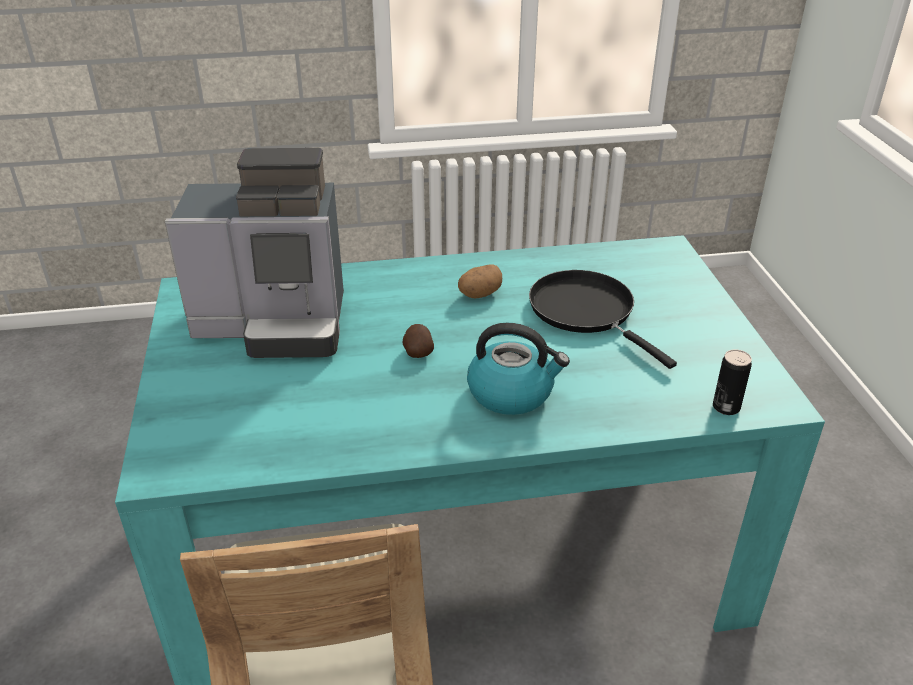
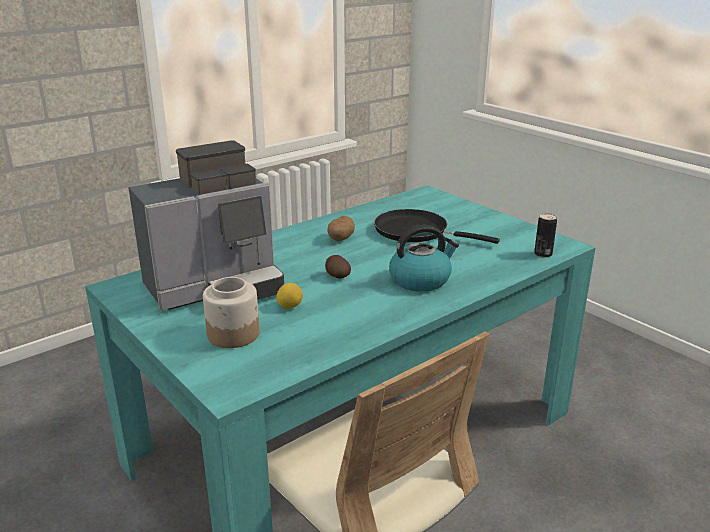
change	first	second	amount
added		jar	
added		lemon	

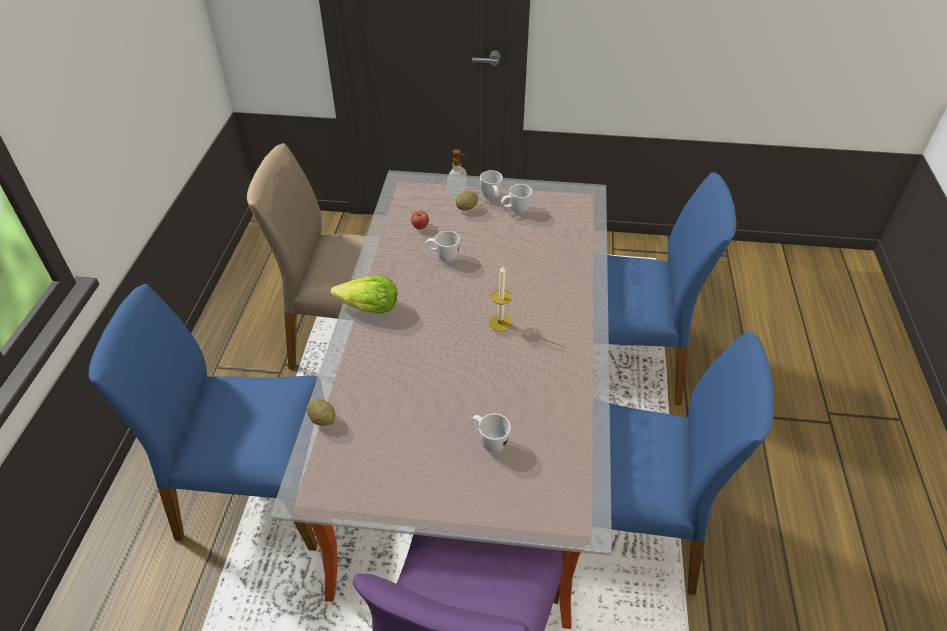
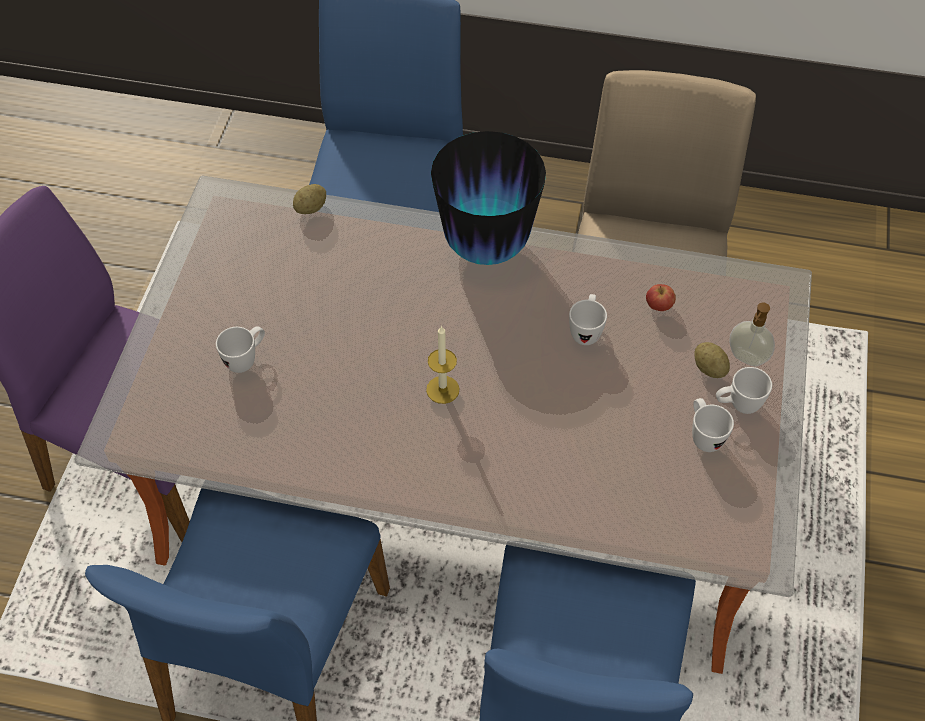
change	first	second	amount
replaced	lettuce	vase	

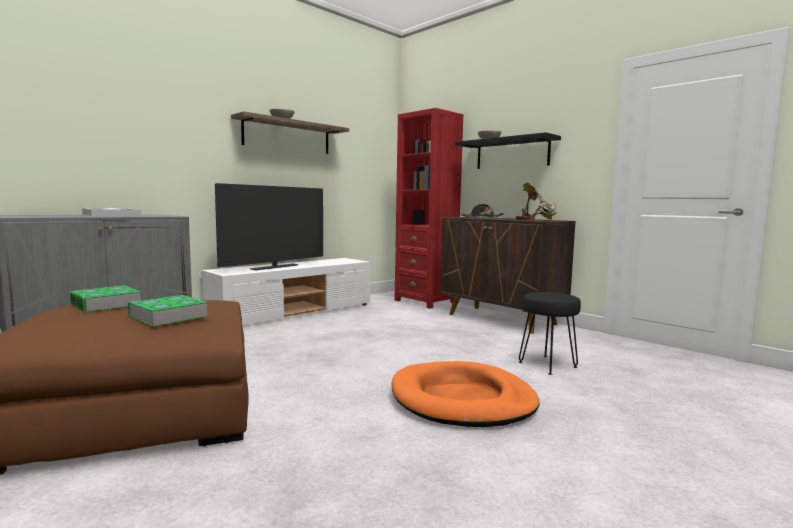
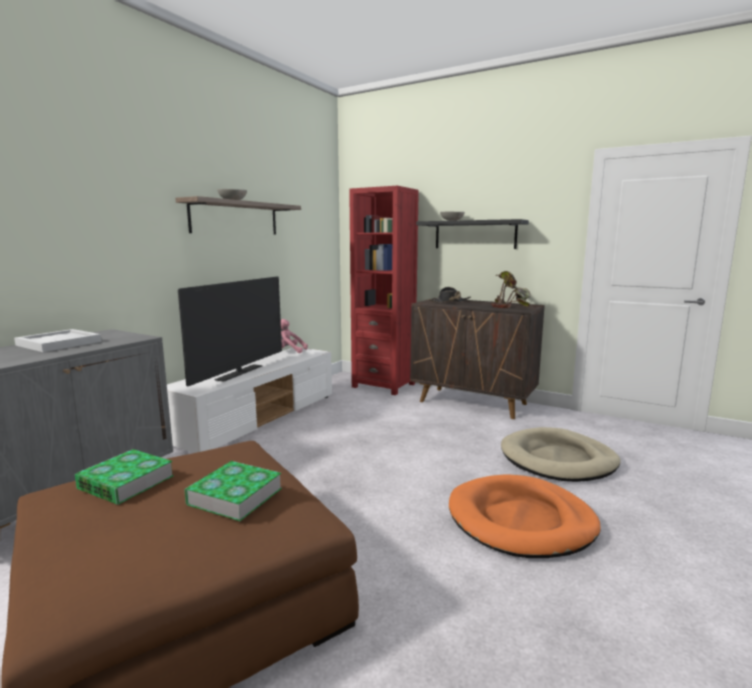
change	first	second	amount
added		pink_plush_toy	
replaced	black_stool	beige_dog_bed	

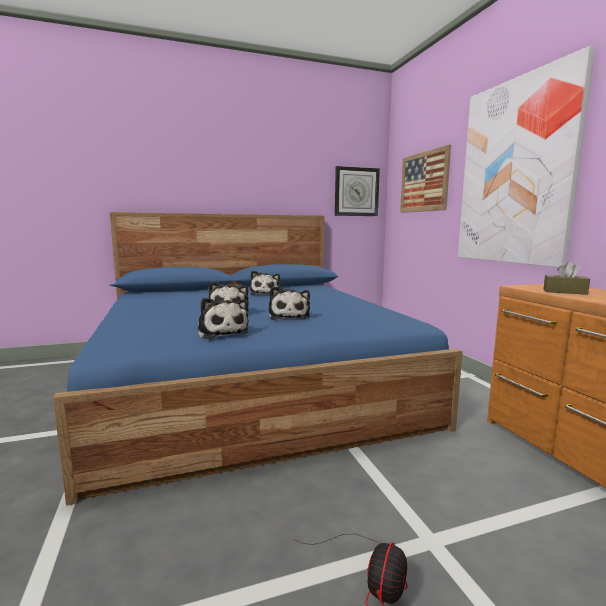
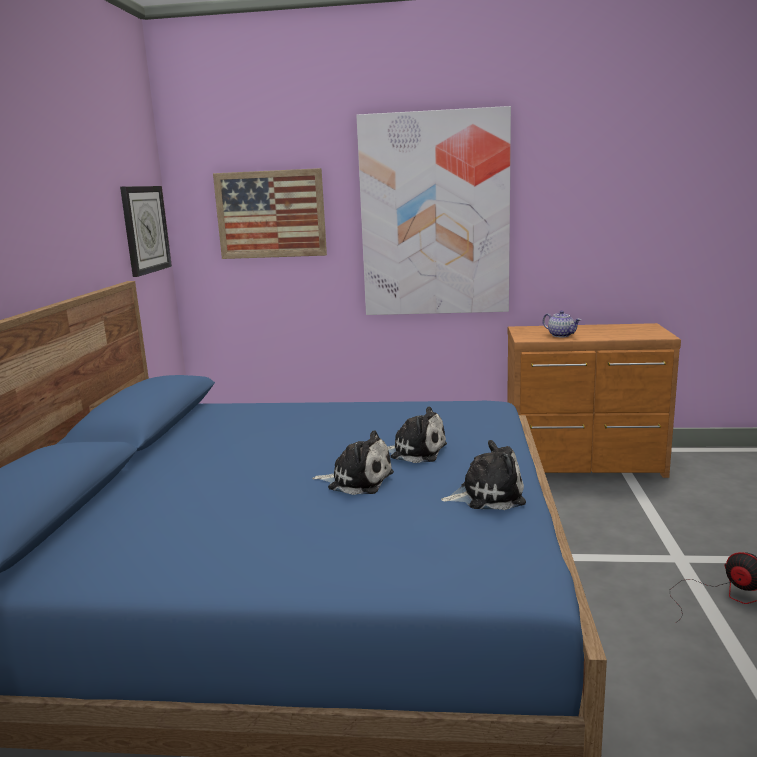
change	first	second	amount
removed	plush_toy (3rd from left)		
replaced	brown_tissue_box	teapot	

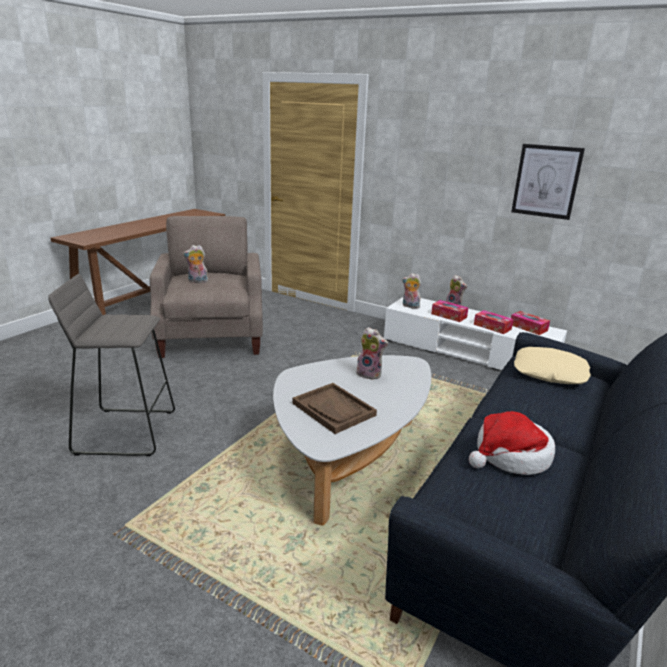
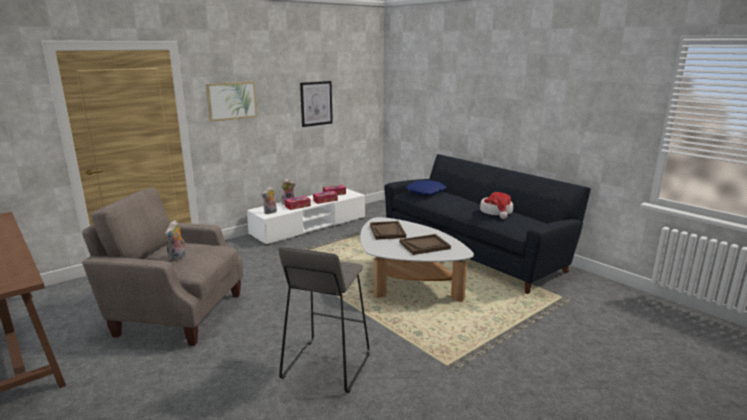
change	first	second	amount
added		picture (1st from left)	
replaced	plush_toy (2nd from left)	brown_tray (1st from left)	
recoloured	beige_pillow	blue_pillow	

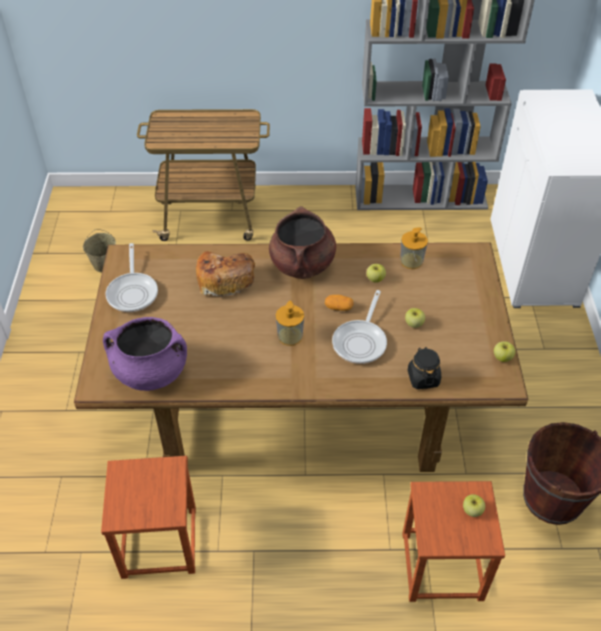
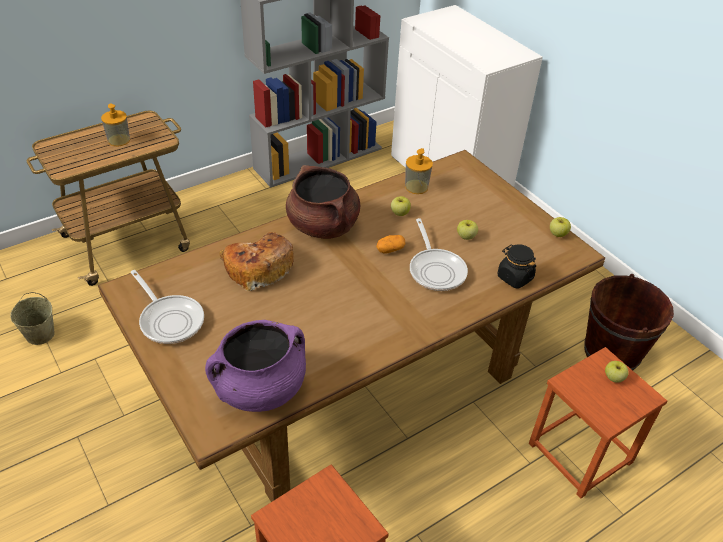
change	first	second	amount
moved	soap_dispenser (1st from left)		

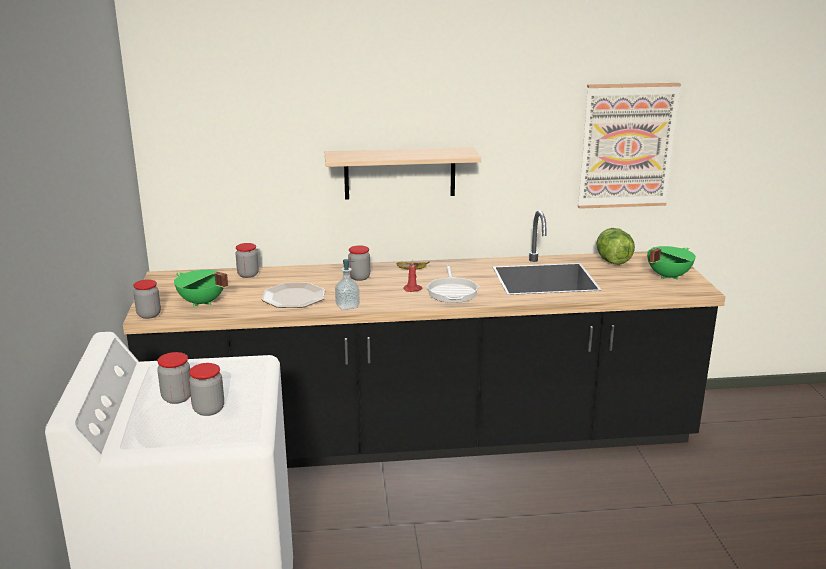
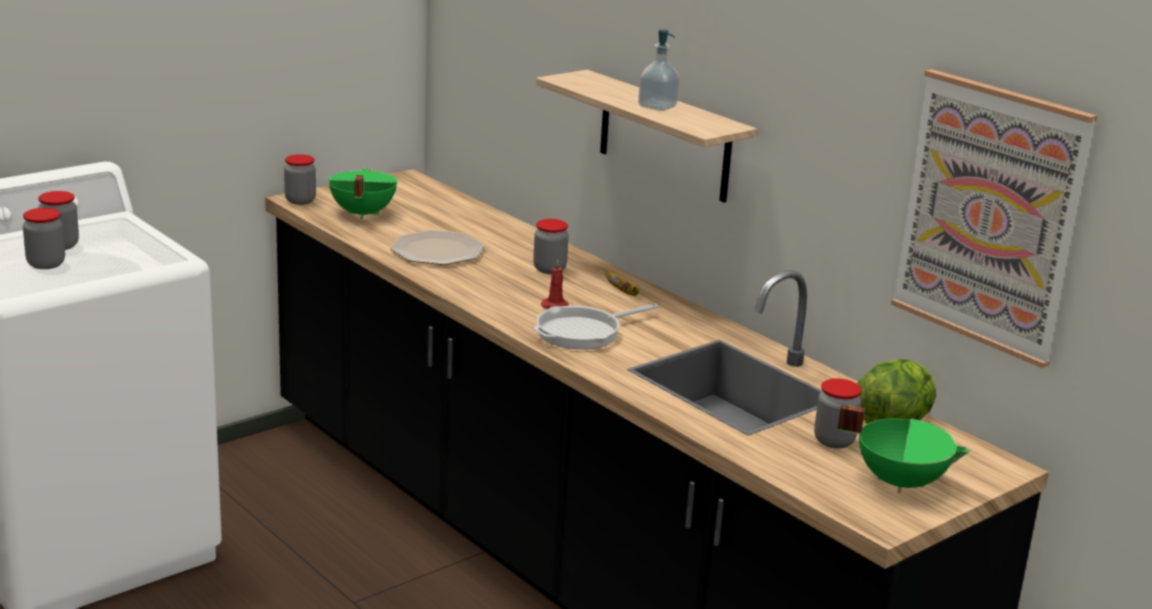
change	first	second	amount
moved	jar (4th from left in the first image)	jar (5th from left)	
moved	soap_dispenser		

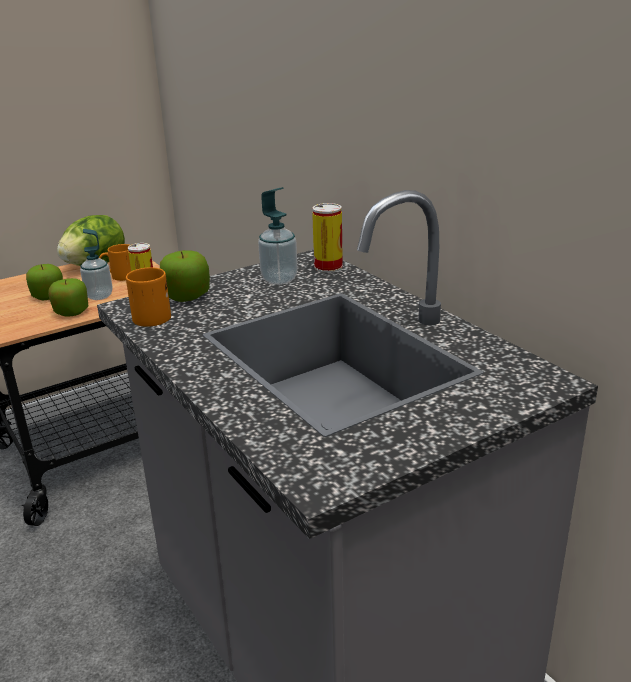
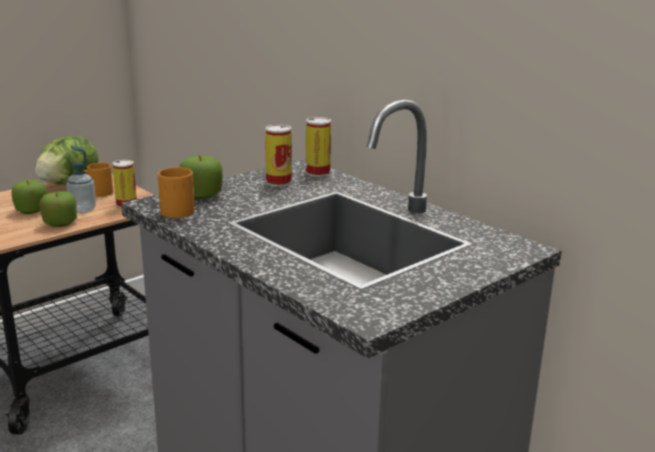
change	first	second	amount
replaced	soap_dispenser (2nd from left)	can (2nd from left)	

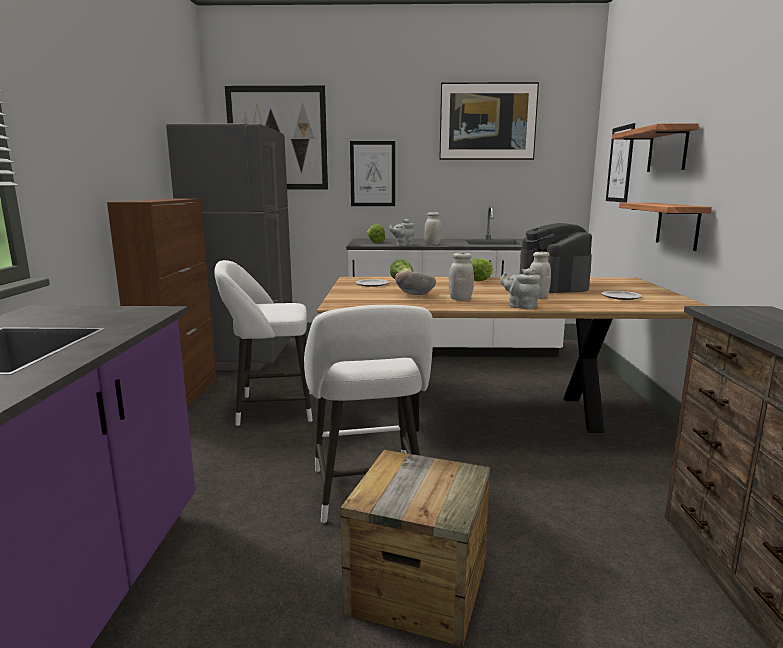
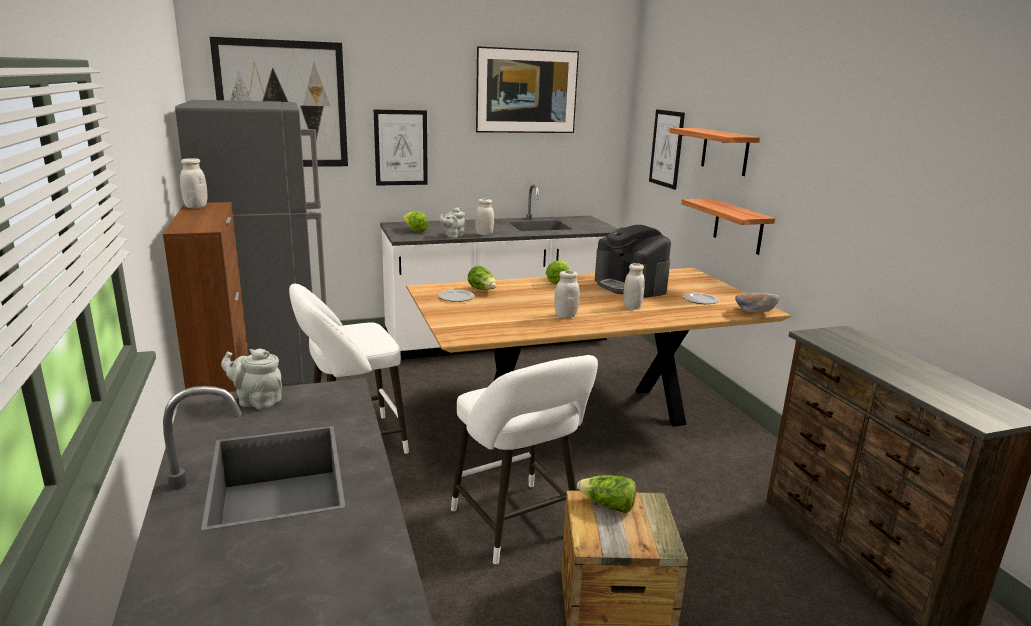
change	first	second	amount
added		white_jar (1st from left)	
added		lettuce (4th from left)	
moved	bowl		
moved	grey_teapot (2nd from left in the first image)	grey_teapot (1st from left)	

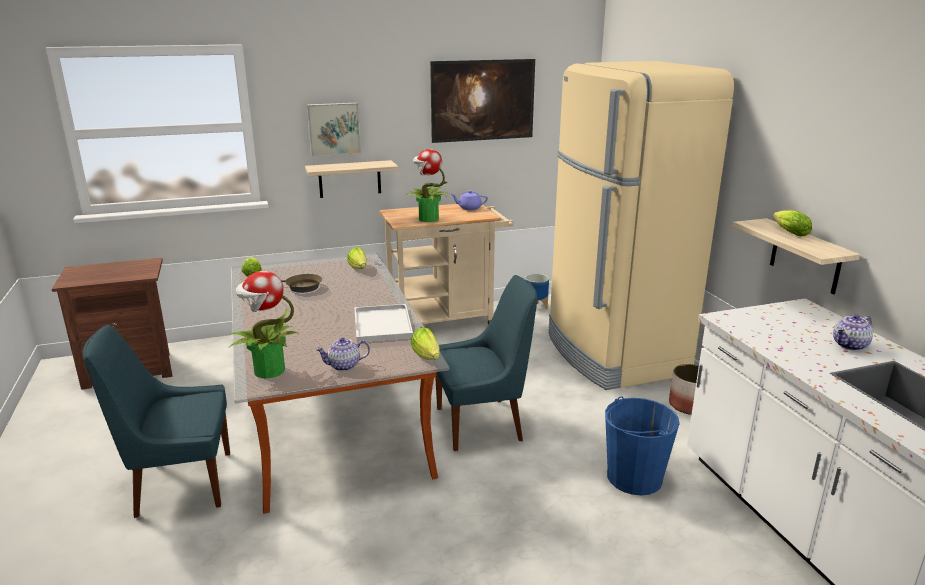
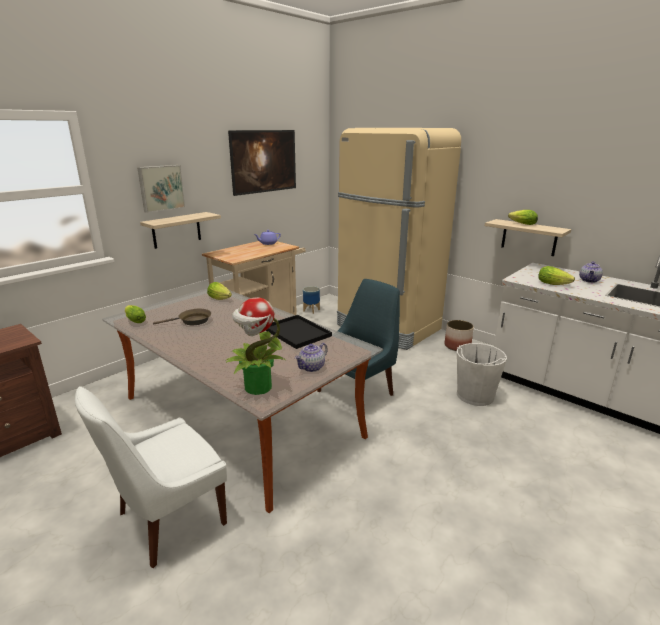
change	first	second	amount
removed	potted_plant (2nd from left)		
moved	lettuce (3rd from left in the first image)	lettuce (4th from left)	
recoloured	blue_chair (1st from left)	white_chair	
recoloured	white_tray	black_tray	
recoloured	blue_bucket	white_bucket	

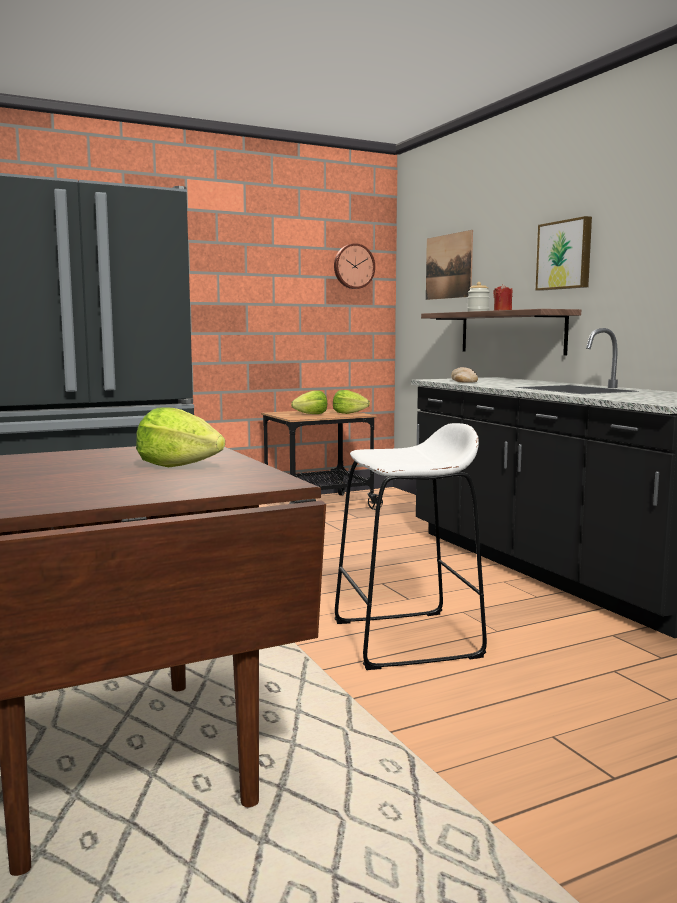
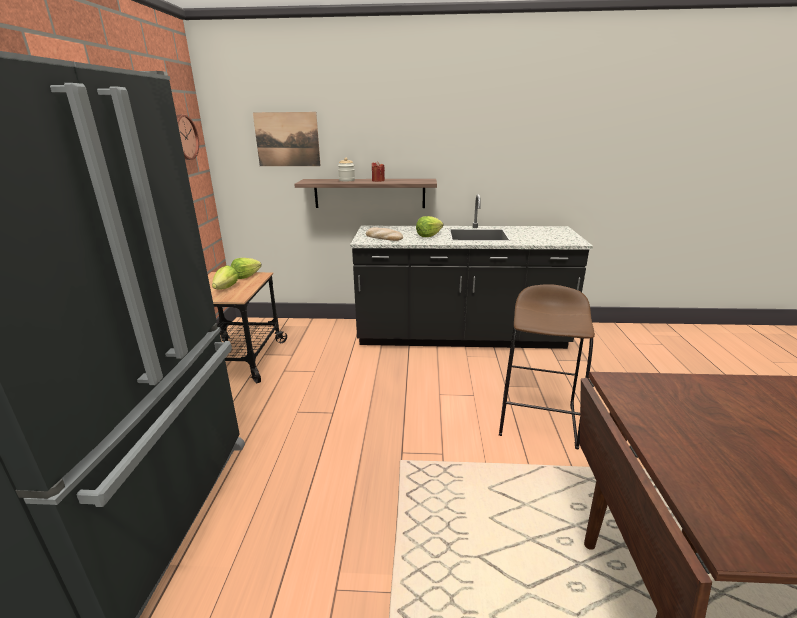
change	first	second	amount
removed	picture (2nd from left)		
moved	lettuce (1st from left in the first image)	lettuce (3rd from left)	
recoloured	white_stool	brown_stool	

